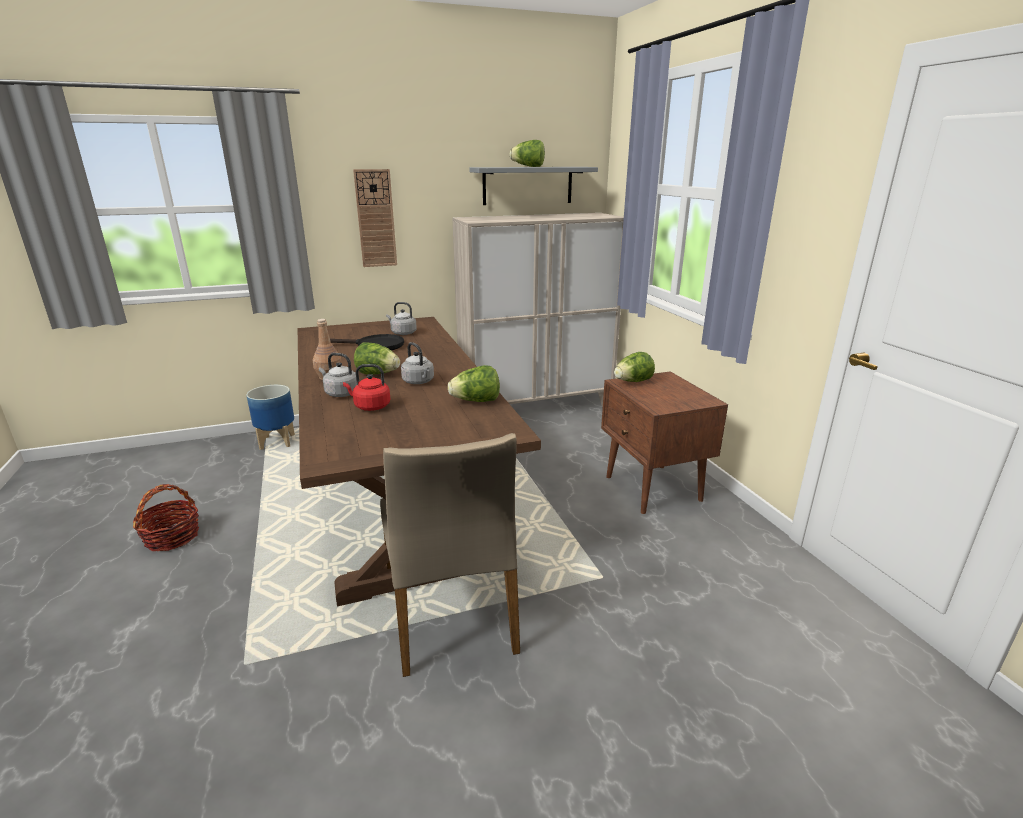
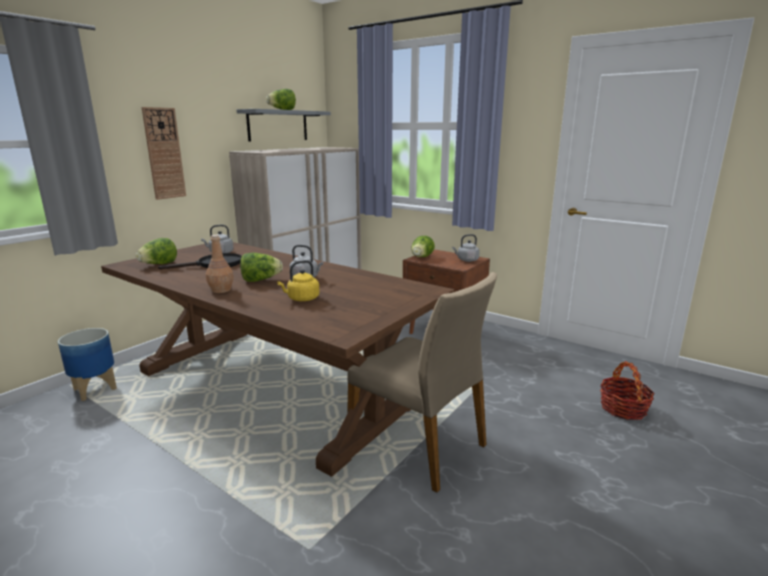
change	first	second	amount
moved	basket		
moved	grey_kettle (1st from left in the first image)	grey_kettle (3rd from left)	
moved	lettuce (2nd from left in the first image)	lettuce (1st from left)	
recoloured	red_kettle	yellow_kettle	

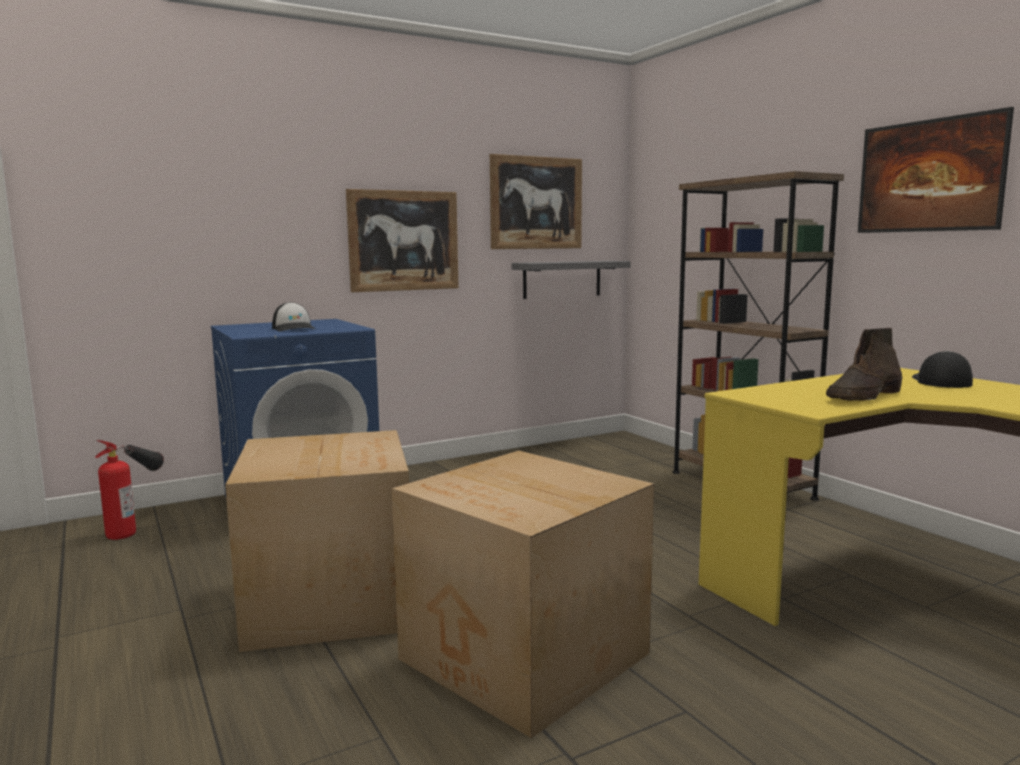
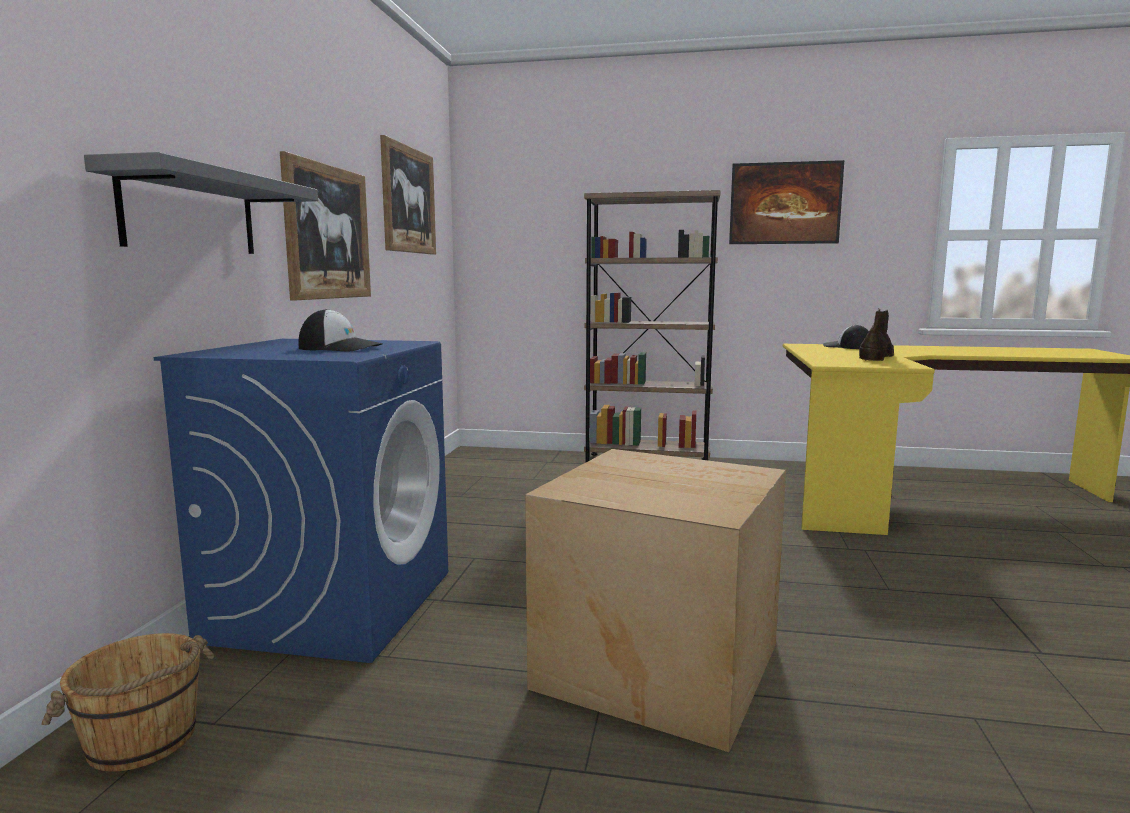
change	first	second	amount
removed	cardboard_box (2nd from left)		
moved	grey_shelf		
replaced	fire_extinguisher	brown_bucket	
turned	brown_boot		150 degrees counterclockwise

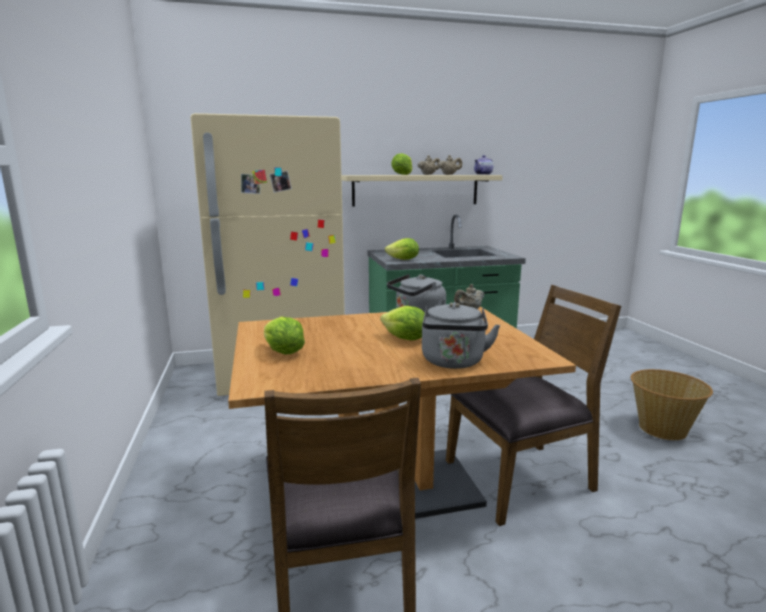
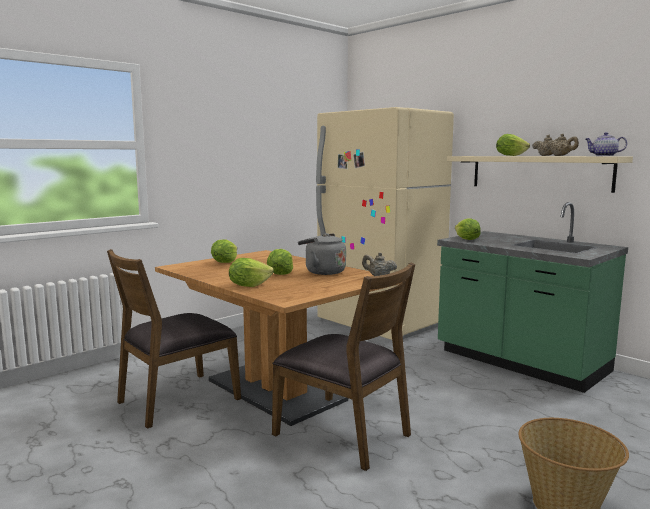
change	first	second	amount
replaced	grey_kettle (2nd from left)	lettuce (2nd from left)	

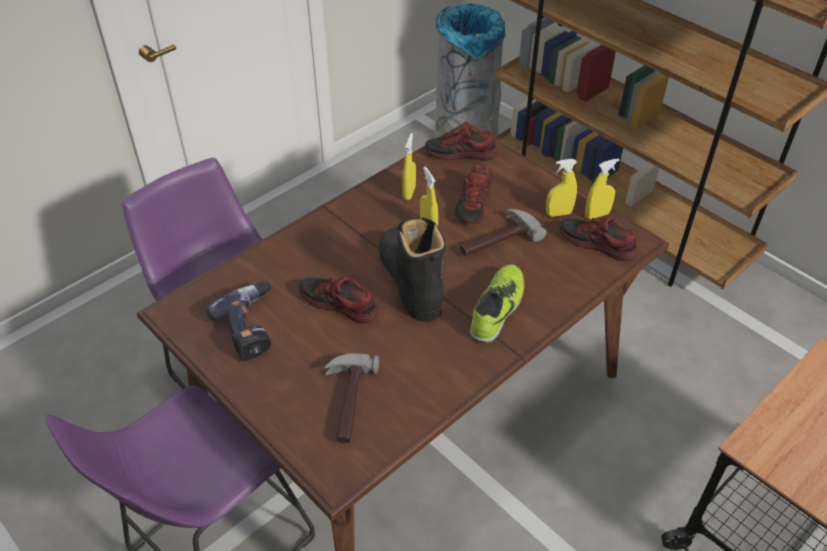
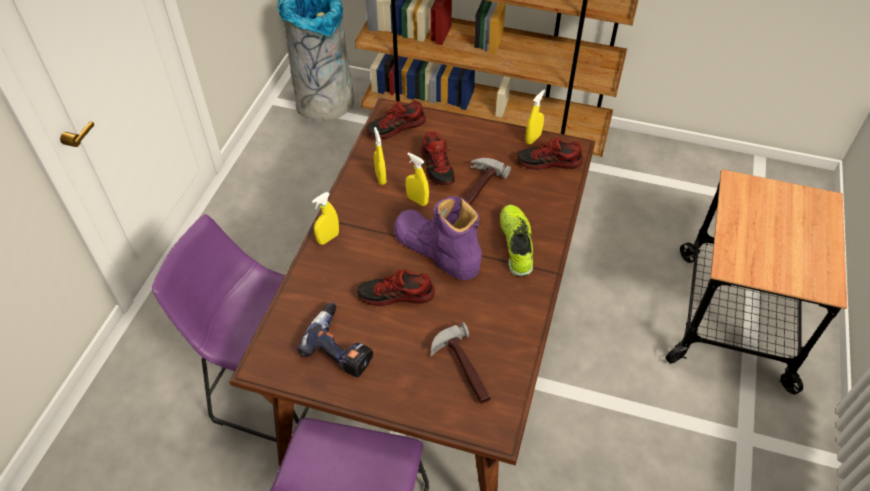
change	first	second	amount
moved	yellow_spray_bottle (3rd from left in the first image)	yellow_spray_bottle (1st from left)	
recoloured	black_boot	purple_boot	

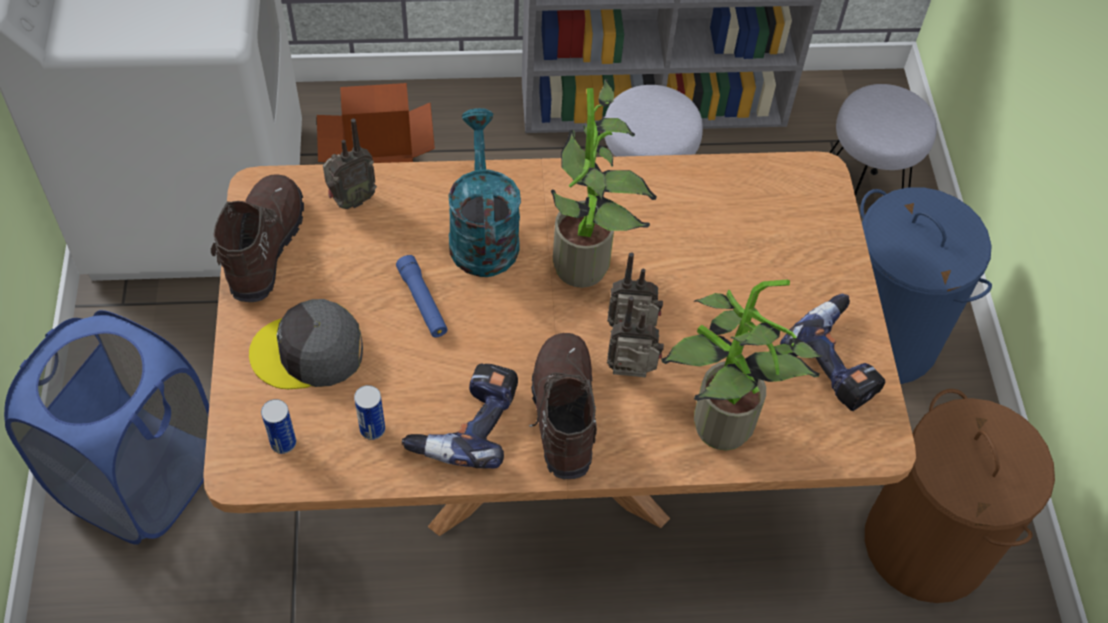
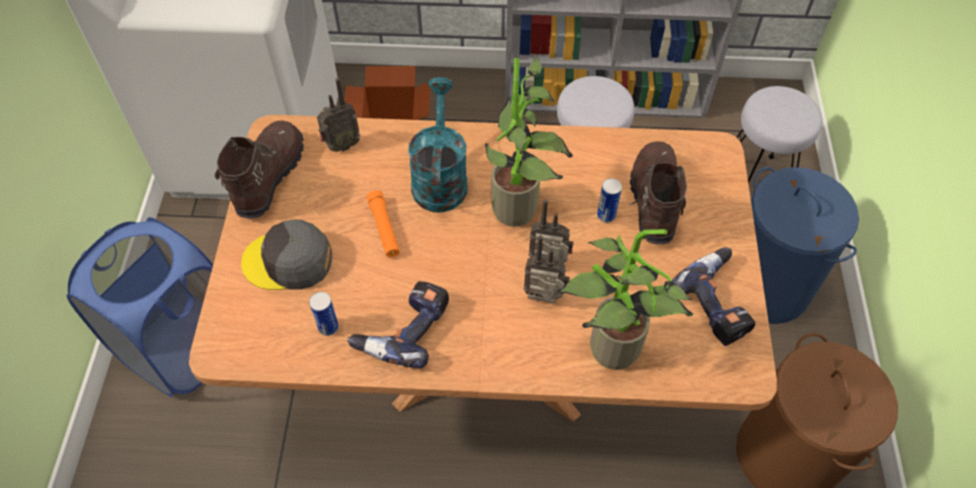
change	first	second	amount
moved	can (1st from left in the first image)	can (2nd from left)	
moved	brown_boot (2nd from left)		
recoloured	blue_flashlight	orange_flashlight	

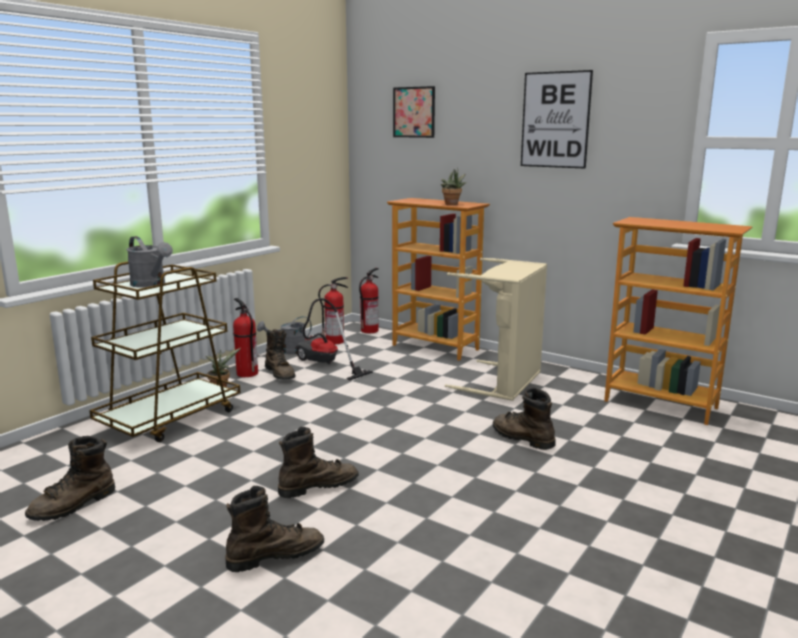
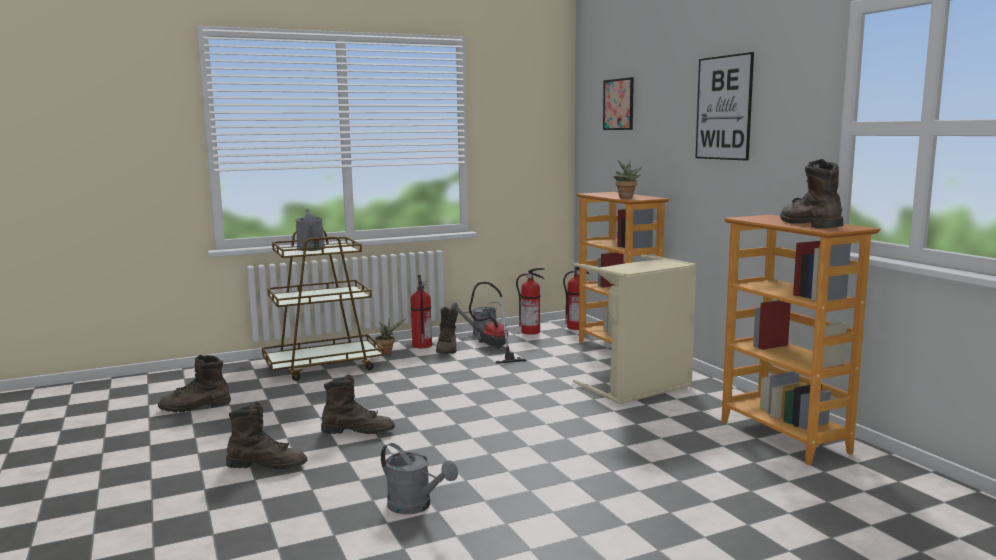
change	first	second	amount
added		grey_watering_can (2nd from left)	
moved	brown_boot (5th from left)		

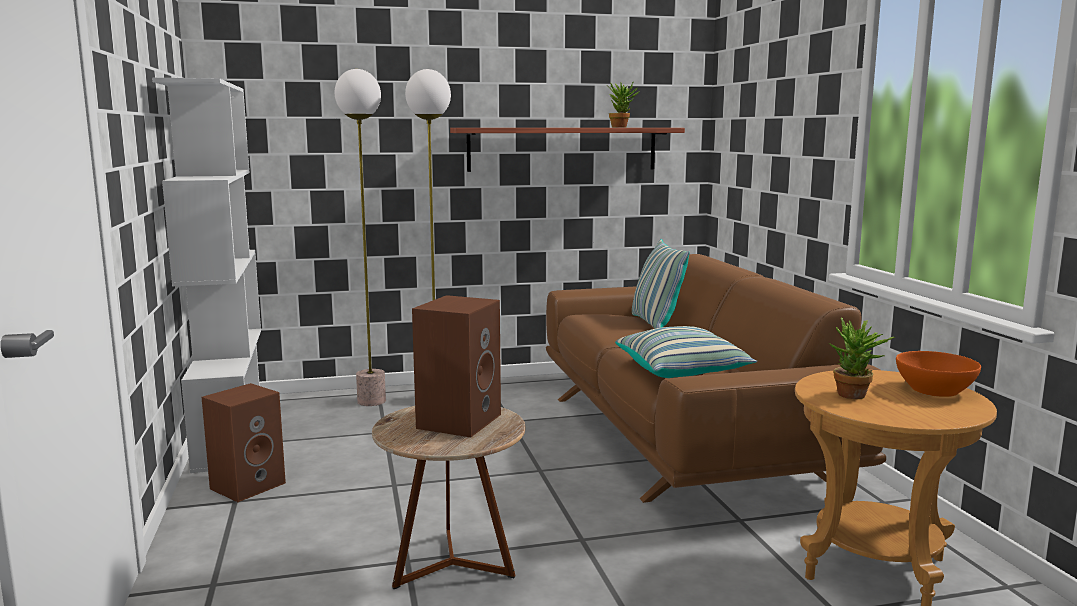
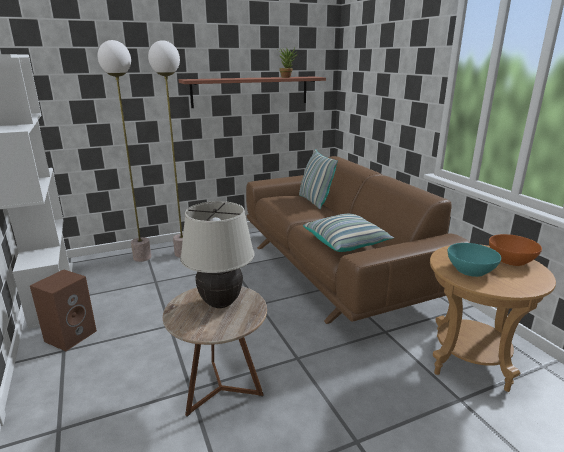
change	first	second	amount
replaced	brown_speaker (2nd from left)	beige_table_lamp	
replaced	potted_plant (2nd from left)	turquoise_bowl	

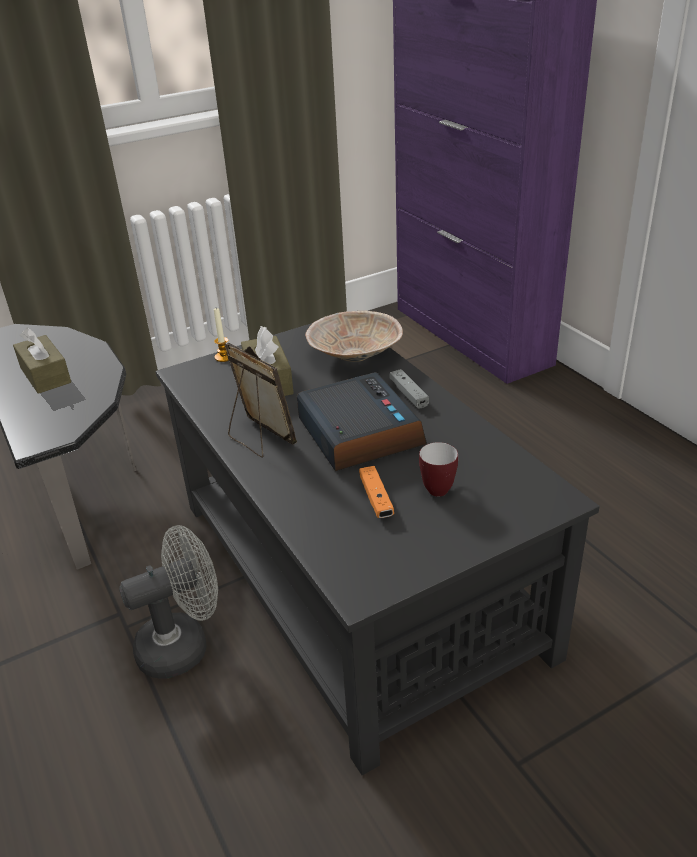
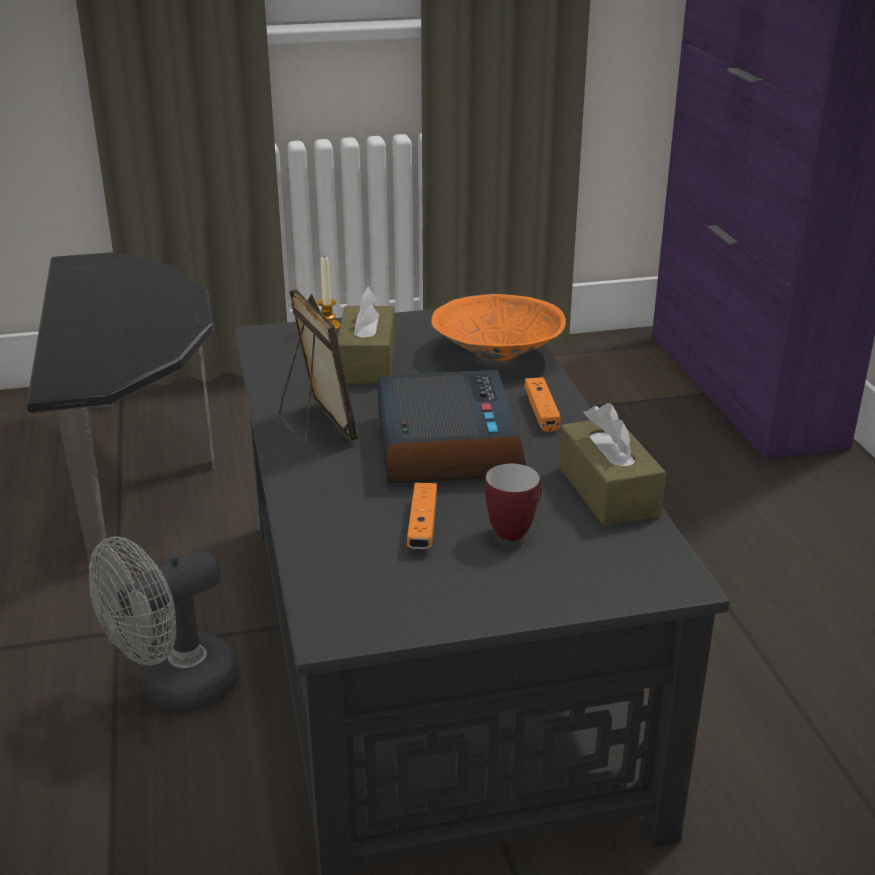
change	first	second	amount
moved	brown_tissue_box (1st from left in the first image)	brown_tissue_box (2nd from left)	
recoloured	beige_bowl	orange_bowl	
recoloured	grey_game_controller	orange_game_controller (2nd from left)	
turned	grey_fan		150 degrees clockwise

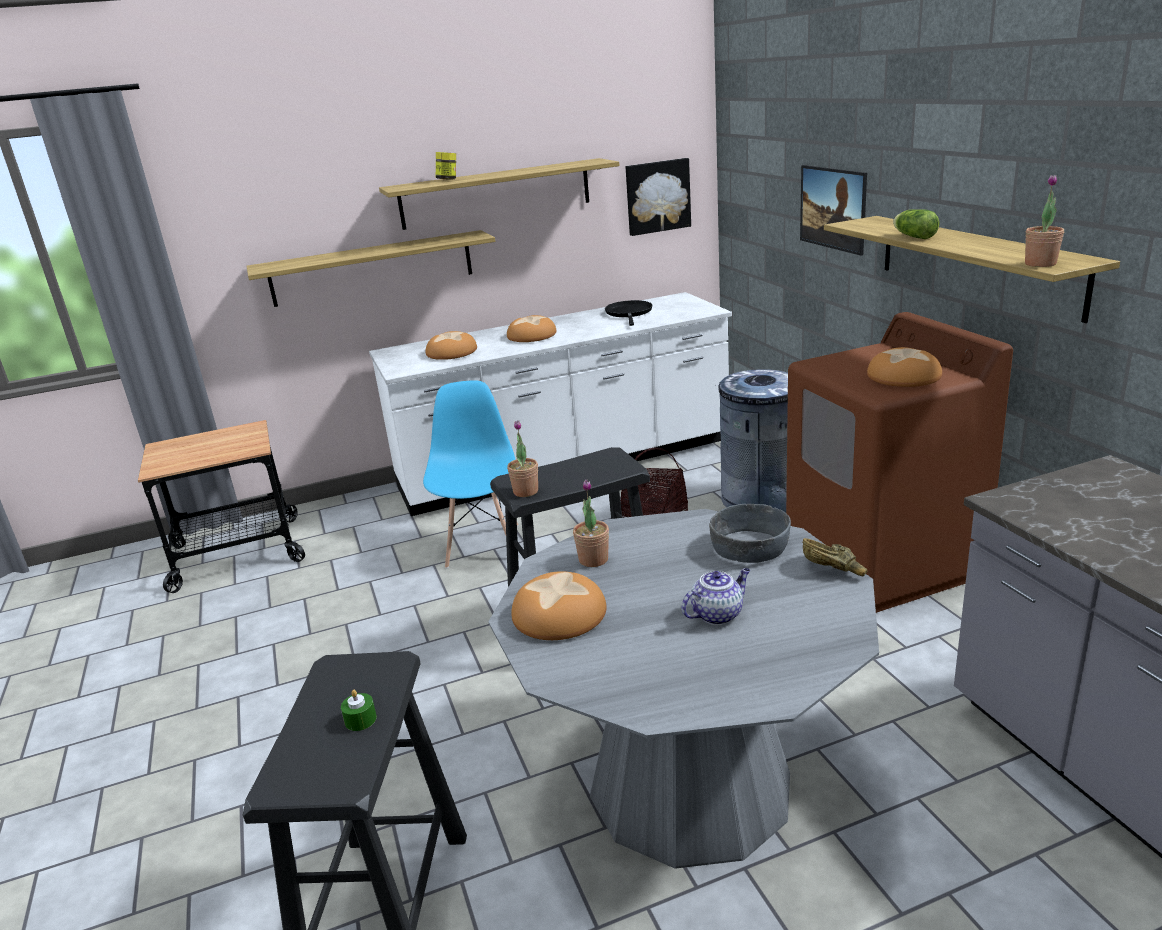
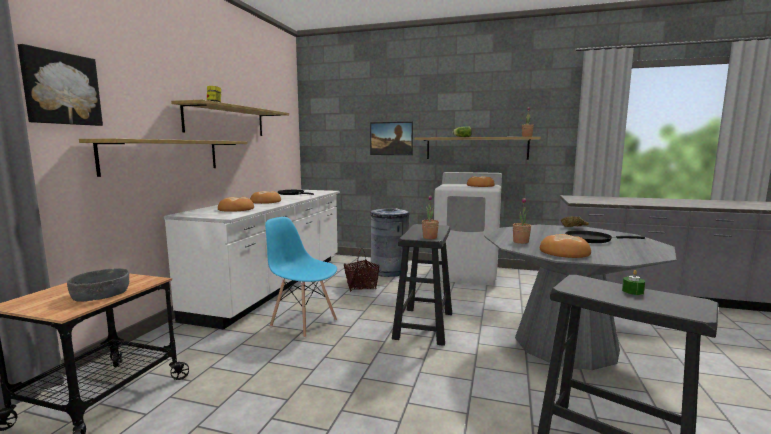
change	first	second	amount
moved	picture (1st from left)		
moved	grey_bowl		
replaced	teapot	black_frying_pan (2nd from left)	
recoloured	brown_washing_machine	white_washing_machine	

